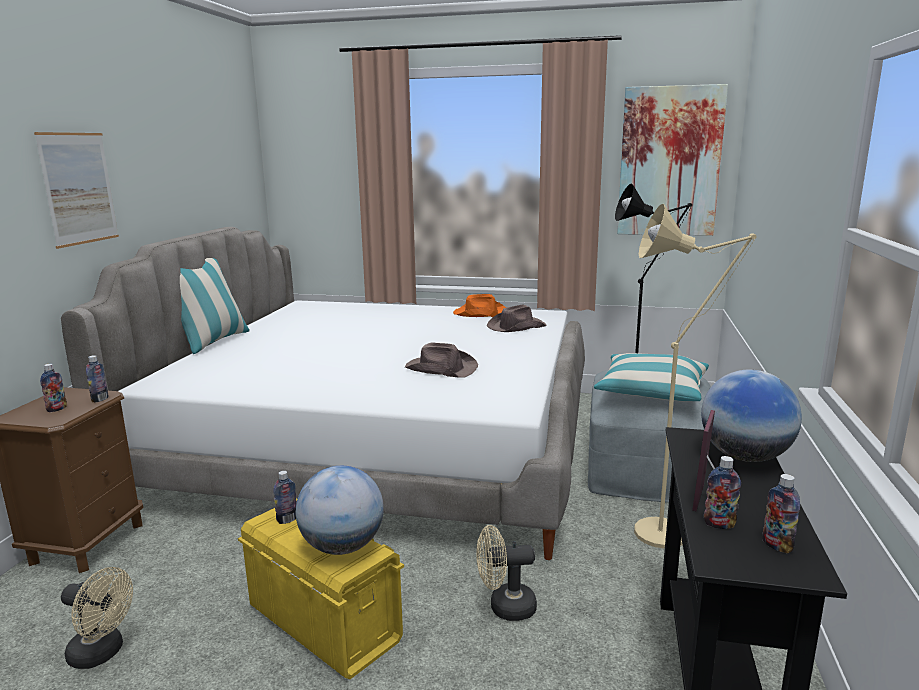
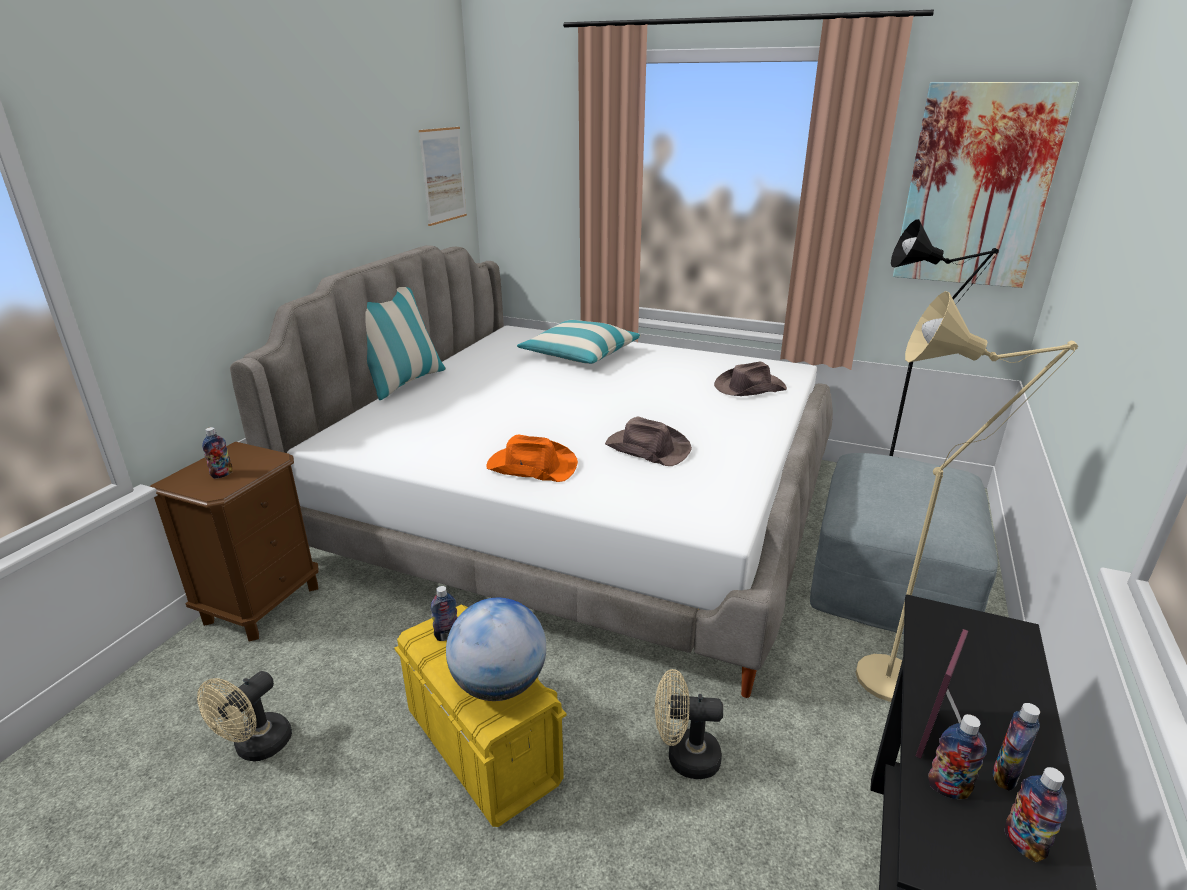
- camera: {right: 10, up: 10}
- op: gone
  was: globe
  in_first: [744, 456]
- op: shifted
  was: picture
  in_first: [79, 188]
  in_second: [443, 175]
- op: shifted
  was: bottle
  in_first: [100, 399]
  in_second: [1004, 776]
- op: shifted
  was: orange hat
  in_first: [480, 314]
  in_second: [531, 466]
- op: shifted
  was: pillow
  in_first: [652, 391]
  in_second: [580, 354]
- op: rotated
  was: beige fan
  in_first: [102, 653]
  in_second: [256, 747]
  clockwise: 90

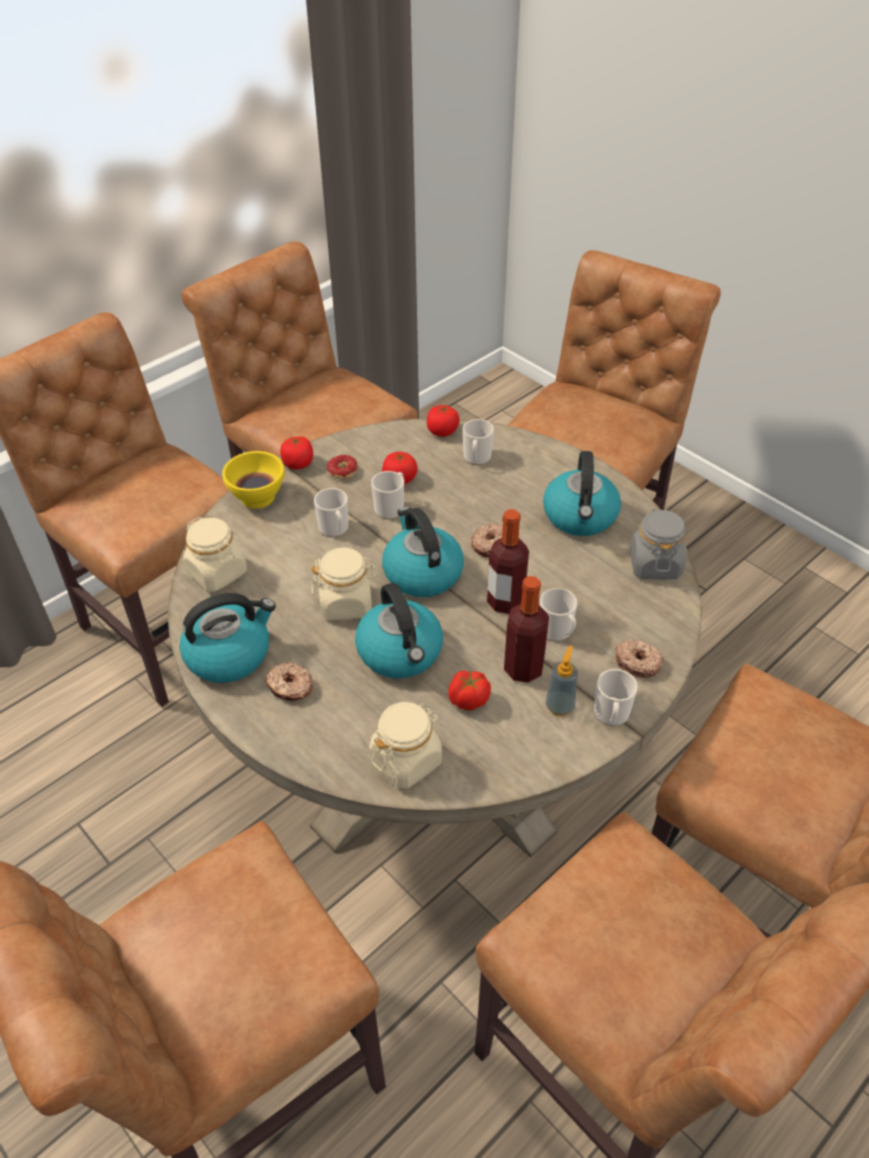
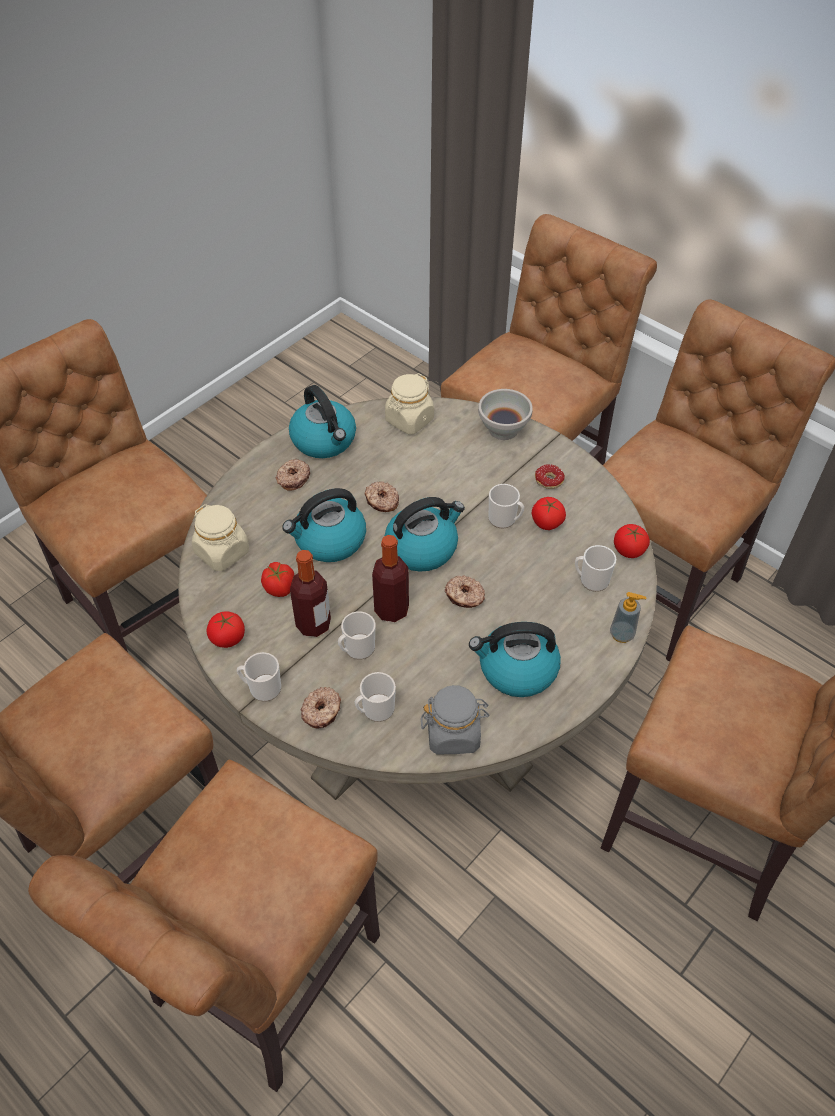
- camera: {right: 85, up: 5}
- op: shifted
  was: tomato
  in_first: [298, 463]
  in_second: [227, 638]
- op: shifted
  was: mug
  in_first: [335, 529]
  in_second: [375, 710]
- op: shifted
  was: soap dispenser
  in_first: [560, 706]
  in_second: [622, 634]
- op: swapped
  was: beige jar
  now: donut
  in_first: [346, 603]
  in_second: [382, 501]
- op: repainted
  was: yellow bowl
  now: white bowl
  in_first: [259, 497]
  in_second: [503, 430]

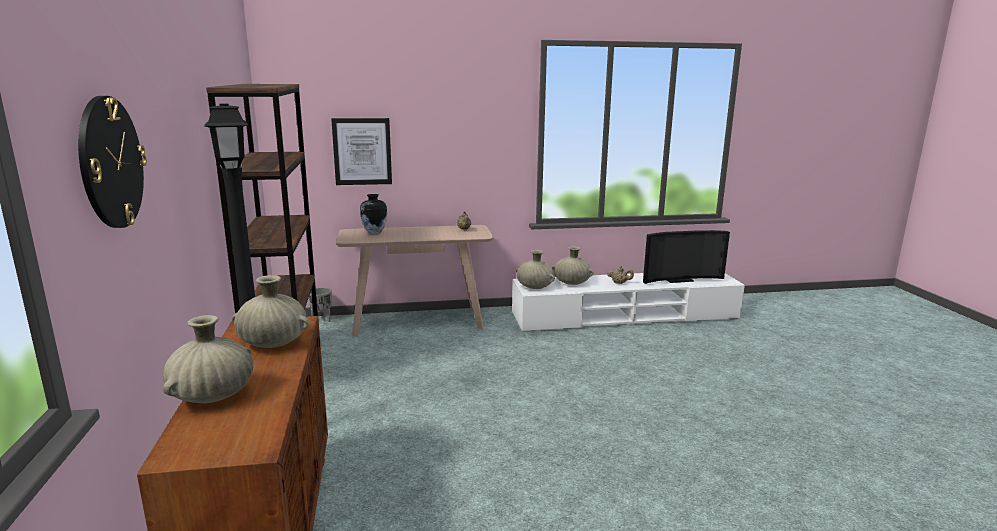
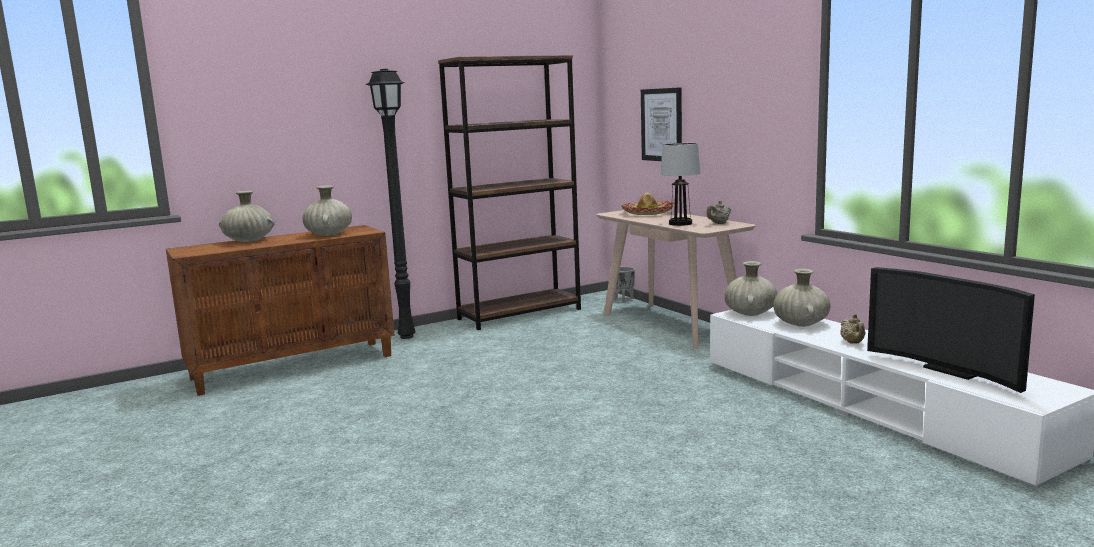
- camera: {right: 70, up: -5}
- op: gone
  was: wall clock
  in_first: [110, 163]
- op: new
  now: table lamp
  in_second: [681, 223]
- op: swapped
  was: vase
  now: hat
  in_first: [374, 233]
  in_second: [648, 213]

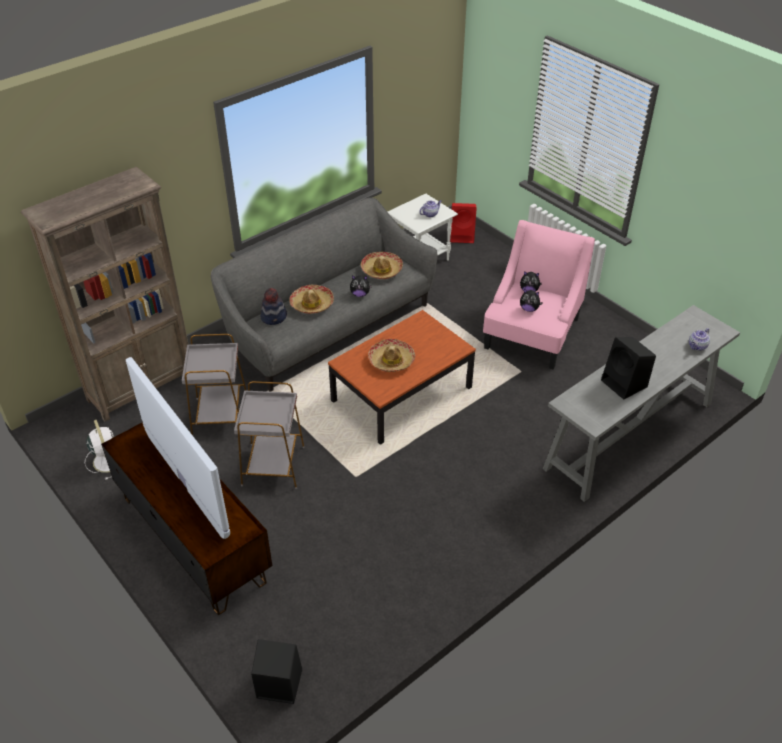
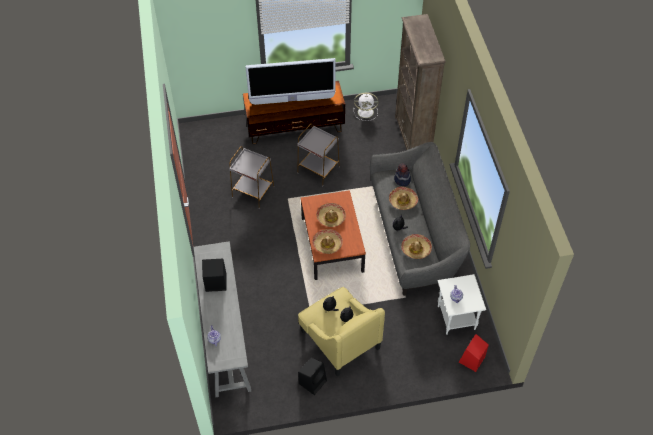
- camera: {right: 120, up: 10}
- op: new
  now: hat
  in_second: [327, 244]
- op: shifted
  was: grey side table
  in_first: [221, 415]
  in_second: [253, 192]
- op: shifted
  was: black speaker
  in_first: [278, 684]
  in_second: [313, 381]
- op: repainted
  was: pink armchair
  now: yellow armchair
  in_first: [532, 333]
  in_second: [339, 339]

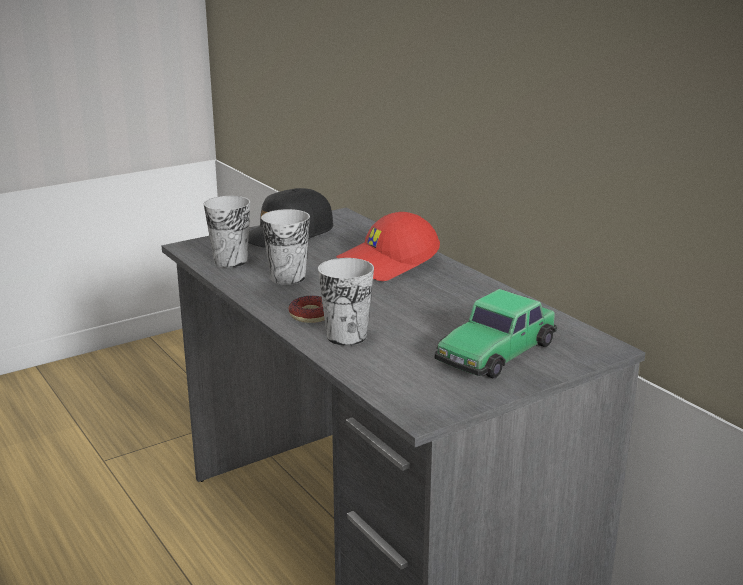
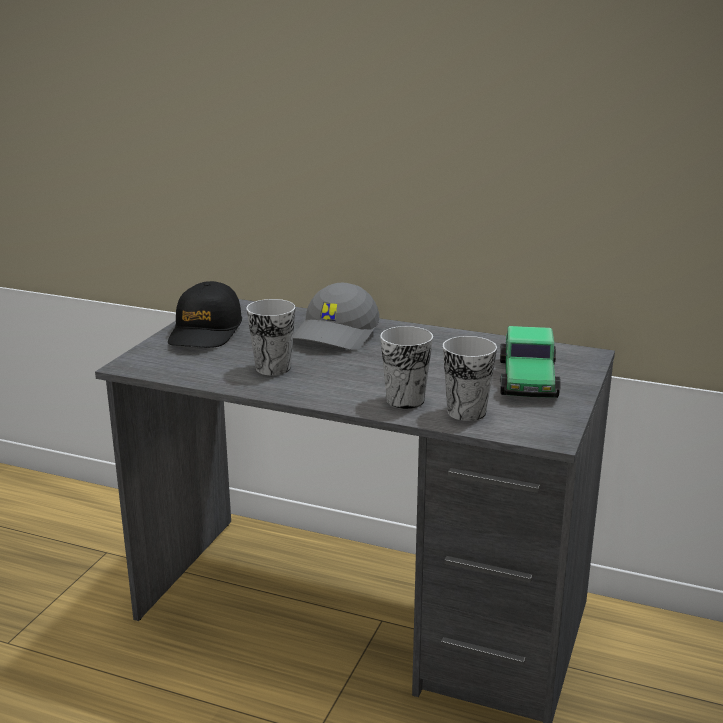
- camera: {right: -35, up: 0}
- op: gone
  was: donut
  in_first: [311, 315]
- op: shifted
  was: cup
  in_first: [230, 261]
  in_second: [466, 412]
- op: repainted
  was: red cap
  now: grey cap
  in_first: [388, 263]
  in_second: [337, 334]

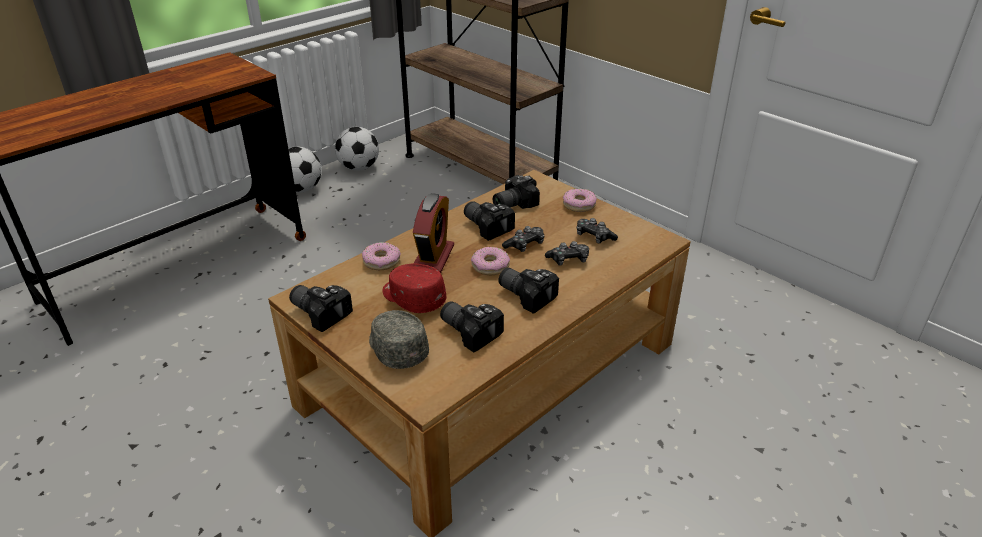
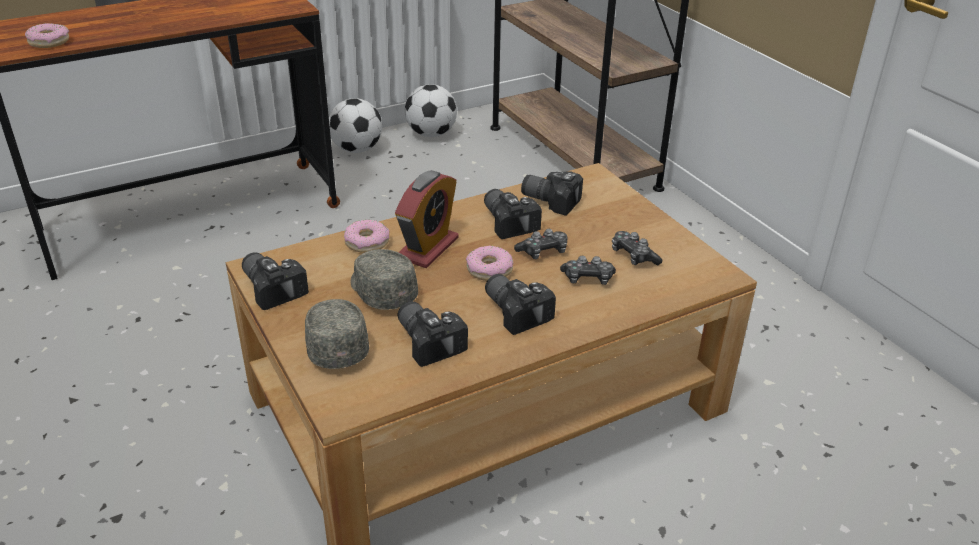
- camera: {right: 15, up: 0}
- op: shifted
  was: donut
  in_first: [579, 205]
  in_second: [49, 42]
- op: repainted
  was: red cap
  now: grey cap
  in_first: [412, 298]
  in_second: [381, 291]
- op: rotated
  was: photo camera
  in_first: [512, 204]
  in_second: [551, 200]
  clockwise: 45

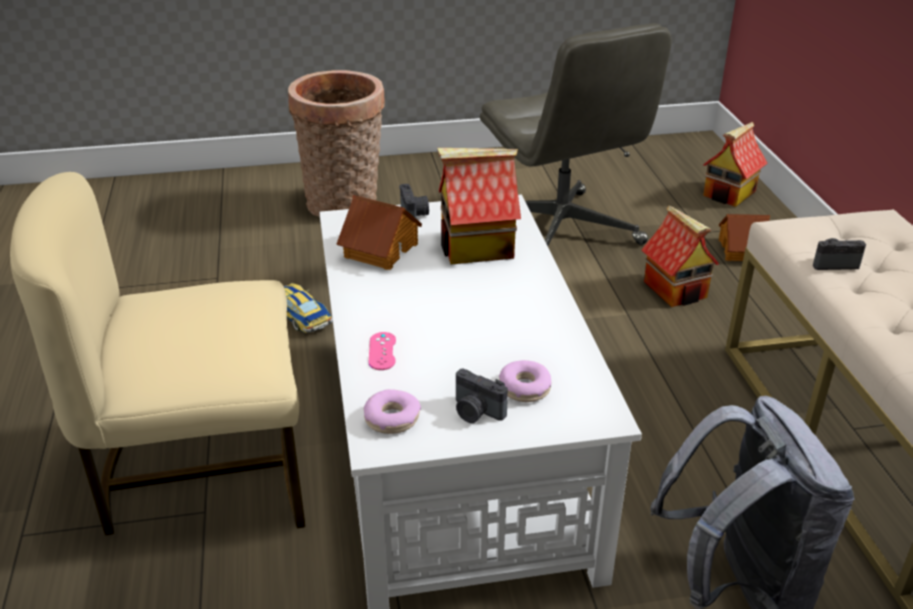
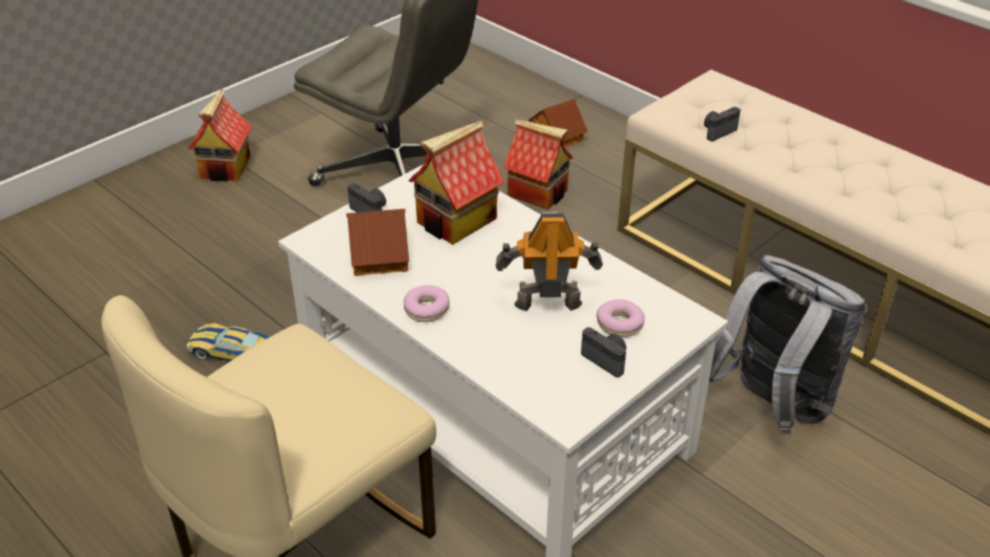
- camera: {right: -35, up: 5}
- op: gone
  was: basket
  in_first: [344, 205]
- op: gone
  was: pink game controller
  in_first: [382, 351]
- op: new
  now: toy robot
  in_second: [547, 303]
- op: shifted
  was: donut
  in_first: [392, 419]
  in_second: [427, 309]
- op: shifted
  was: toy house
  in_first: [729, 194]
  in_second: [226, 168]
- op: rotated
  was: photo camera
  in_first: [476, 412]
  in_second: [607, 359]
  clockwise: -135

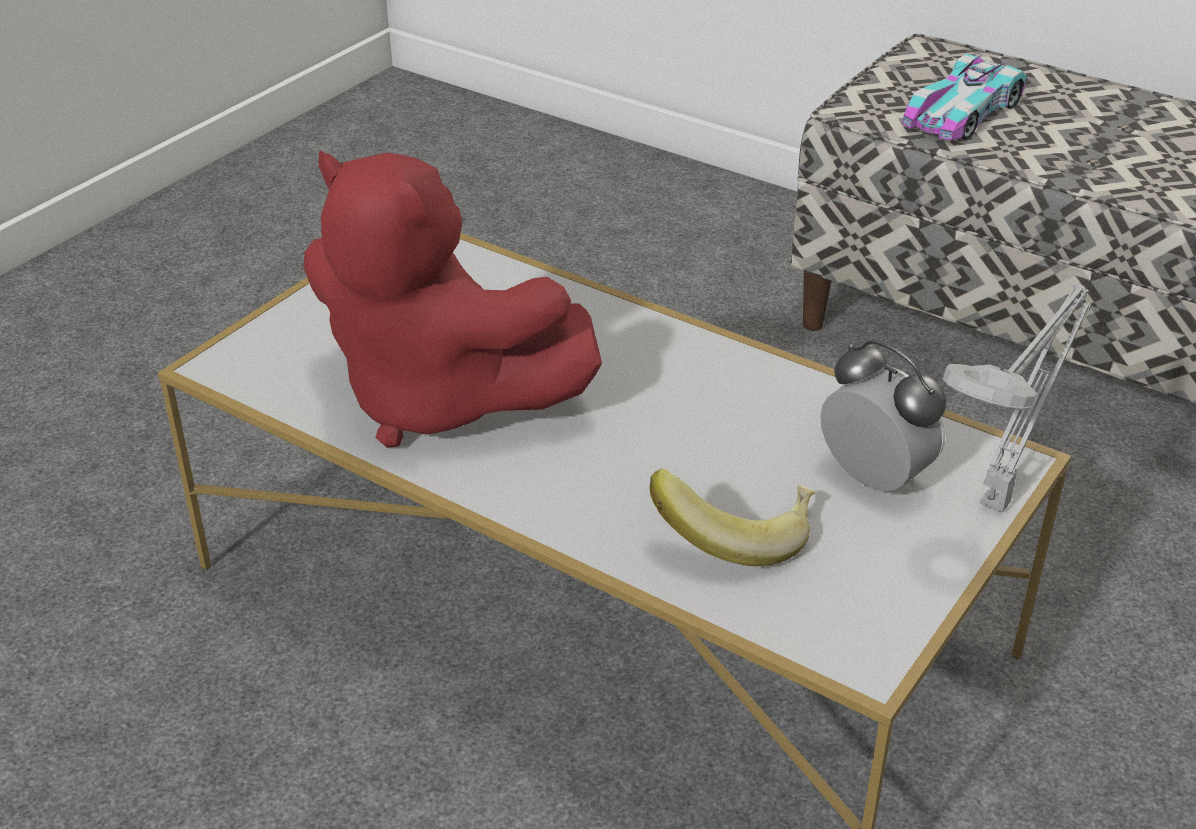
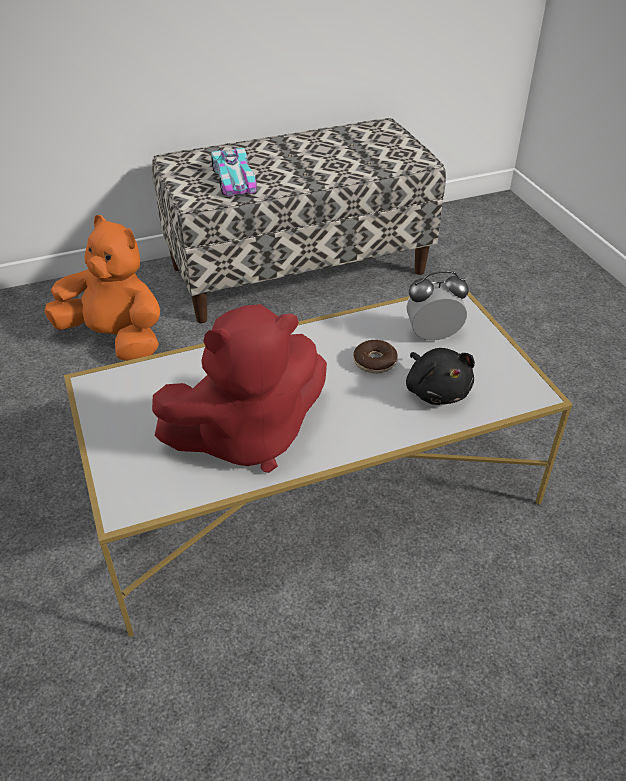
- camera: {right: -55, up: 5}
- op: gone
  was: grey table lamp
  in_first: [998, 500]
- op: new
  now: orange plush toy
  in_second: [116, 338]
- op: new
  now: donut
  in_second: [375, 362]
- op: swapped
  was: banana
  now: black plush toy
  in_first: [735, 536]
  in_second: [436, 391]

